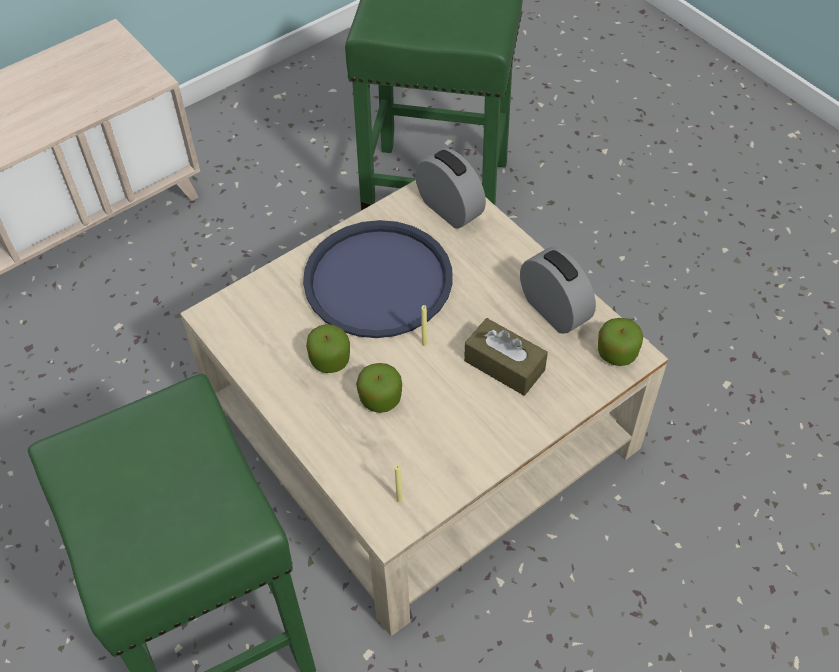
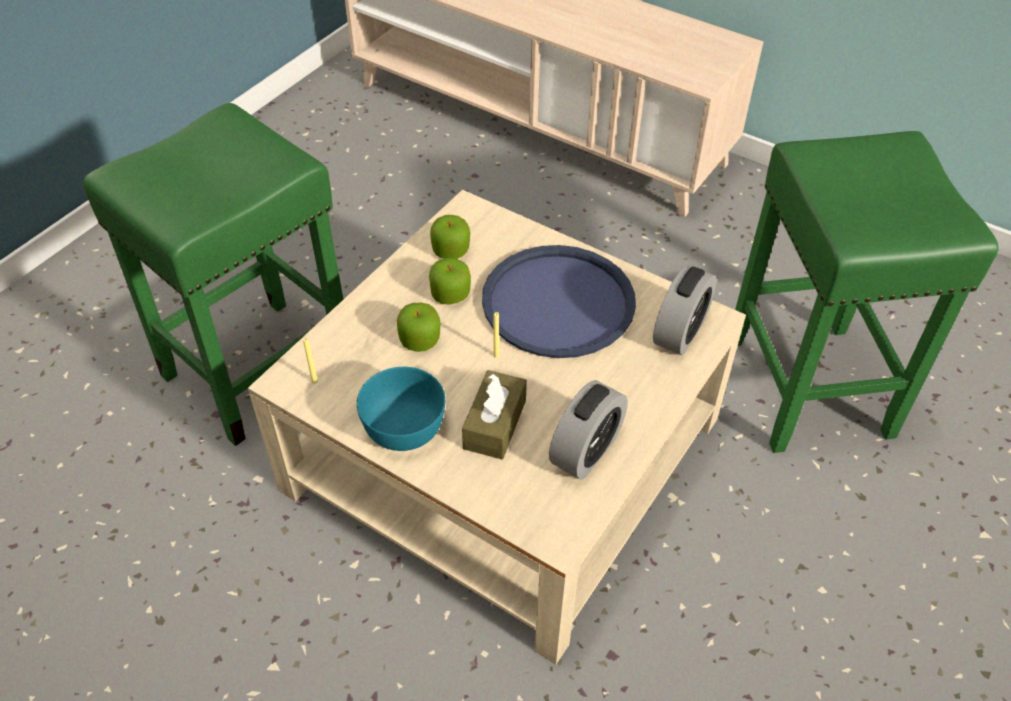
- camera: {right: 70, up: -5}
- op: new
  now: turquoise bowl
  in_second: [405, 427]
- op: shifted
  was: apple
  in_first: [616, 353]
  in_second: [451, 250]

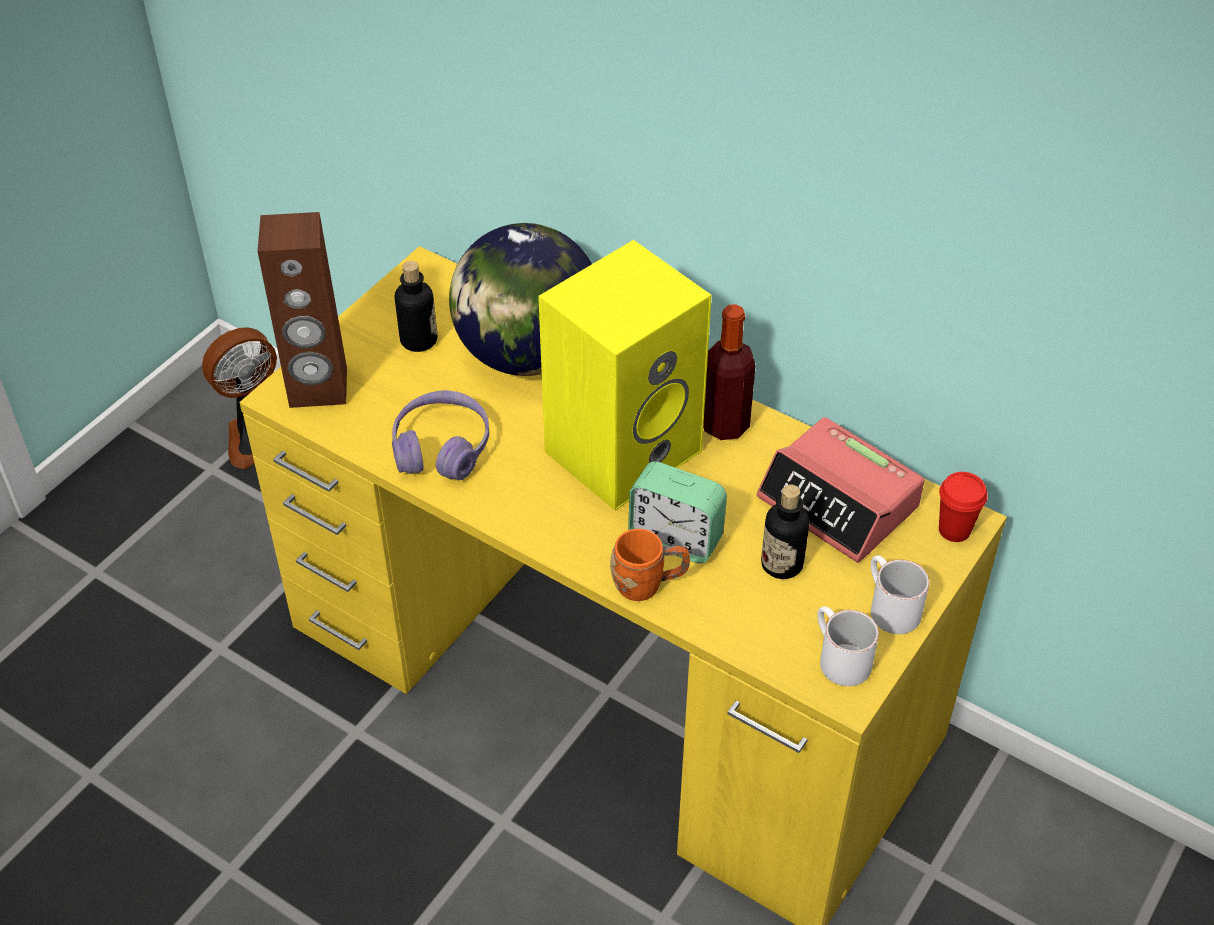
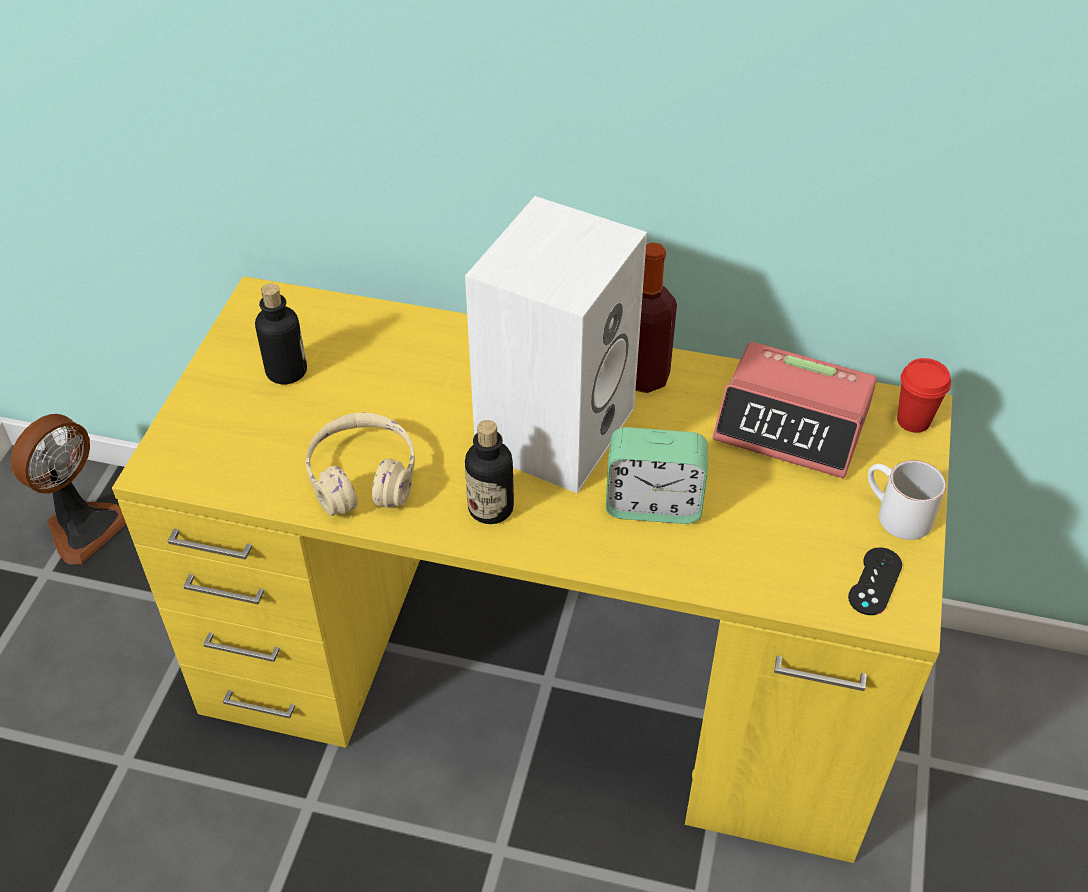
- camera: {right: -20, up: 0}
- op: gone
  was: brown speaker
  in_first: [318, 388]
- op: gone
  was: globe
  in_first: [527, 355]
- op: gone
  was: orange mug
  in_first: [649, 584]
- op: shifted
  was: bottle
  in_first: [782, 564]
  in_second: [490, 508]
- op: swapped
  was: white mug
  now: black game controller
  in_first: [837, 658]
  in_second: [875, 581]
- op: repainted
  was: purple headphones
  now: beige headphones
  in_first: [441, 448]
  in_second: [363, 477]
- op: repainted
  was: yellow speaker
  now: white speaker
  in_first: [623, 448]
  in_second: [554, 426]

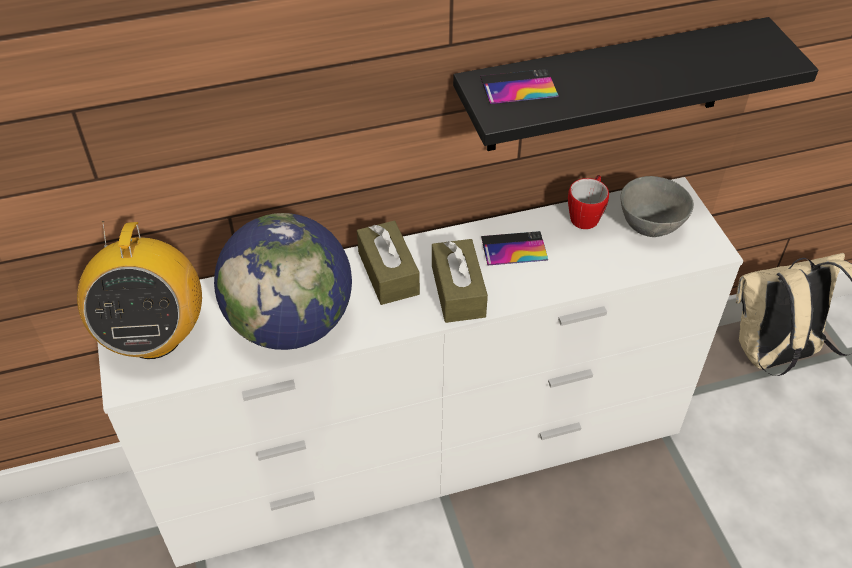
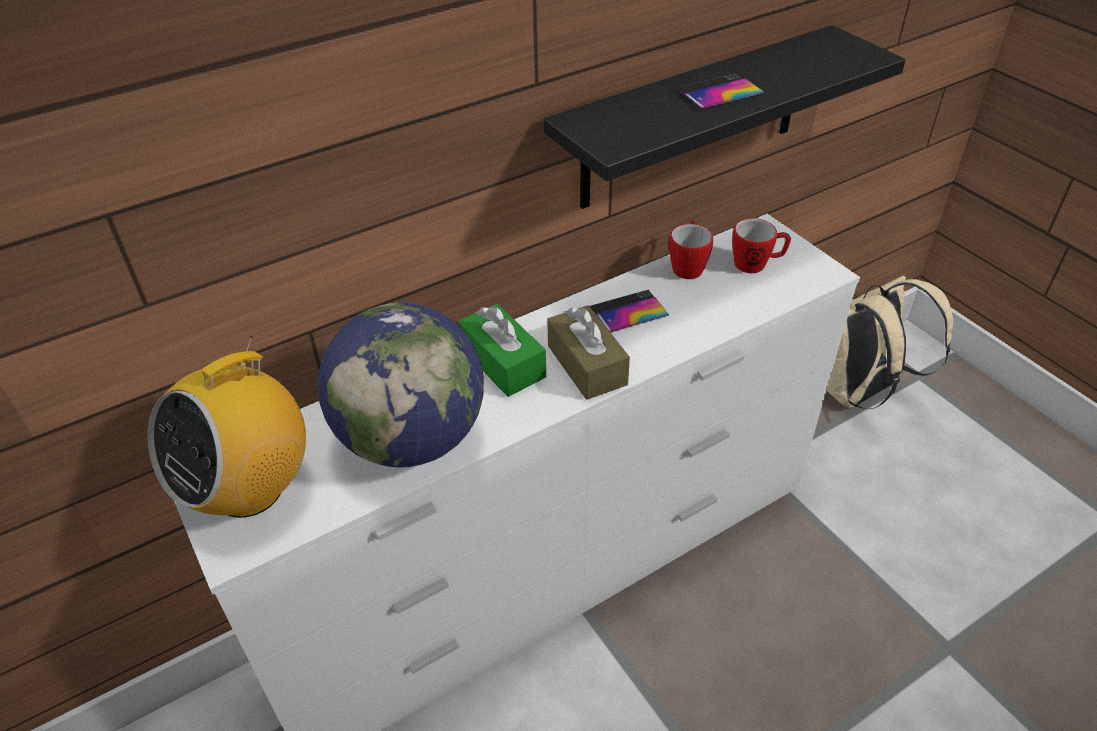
- camera: {right: -15, up: -5}
- op: shifted
  was: phone
  in_first: [518, 87]
  in_second: [718, 92]
- op: swapped
  was: grey bowl
  now: mug
  in_first: [650, 227]
  in_second: [756, 265]
- op: repainted
  was: brown tissue box
  now: green tissue box
  in_first: [388, 273]
  in_second: [503, 363]
- op: rotated
  was: radio
  in_first: [154, 336]
  in_second: [249, 489]
  clockwise: 60

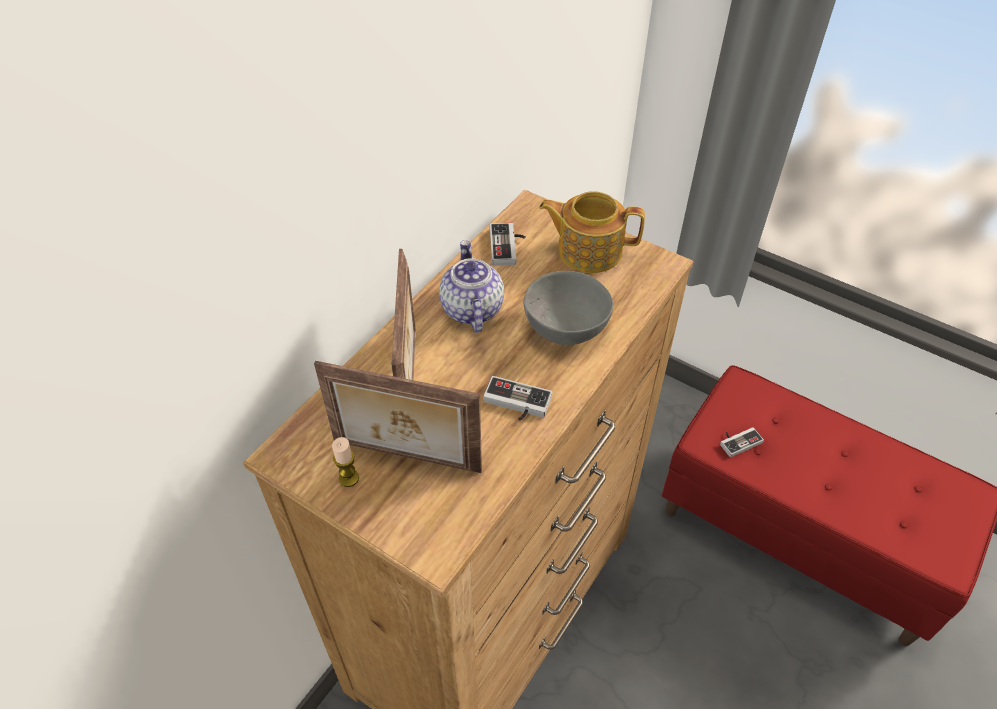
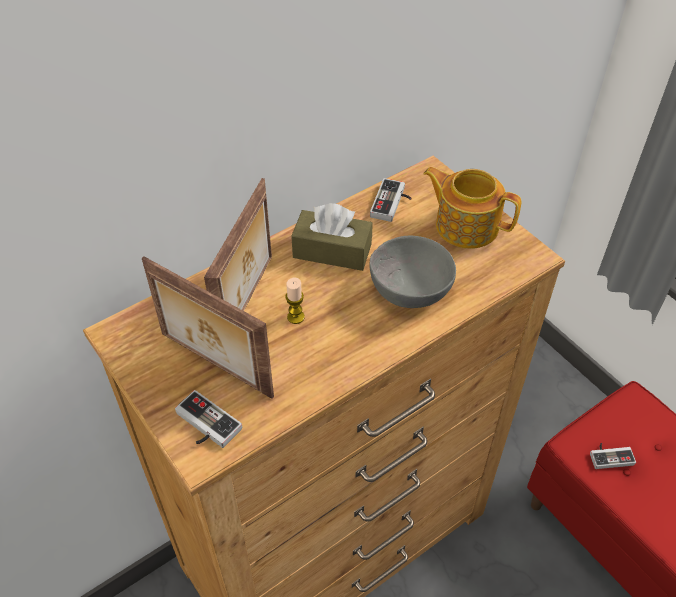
- camera: {right: 20, up: 0}
- op: shifted
  was: candle
  in_first: [349, 478]
  in_second: [295, 317]
- op: shifted
  was: game controller
  in_first: [515, 404]
  in_second: [204, 426]
- op: swapped
  was: teapot
  now: brown tissue box
  in_first: [471, 309]
  in_second: [332, 251]

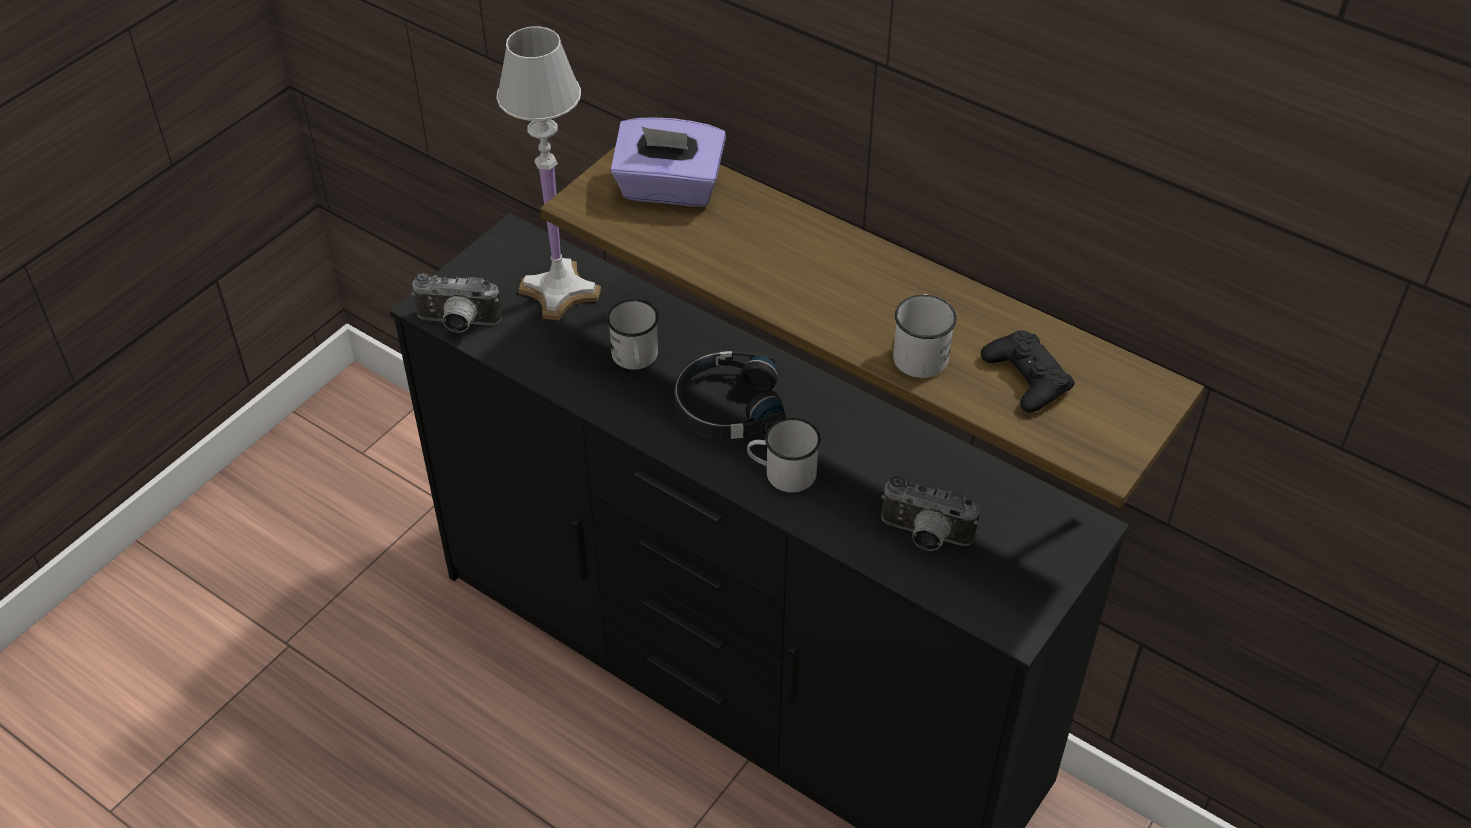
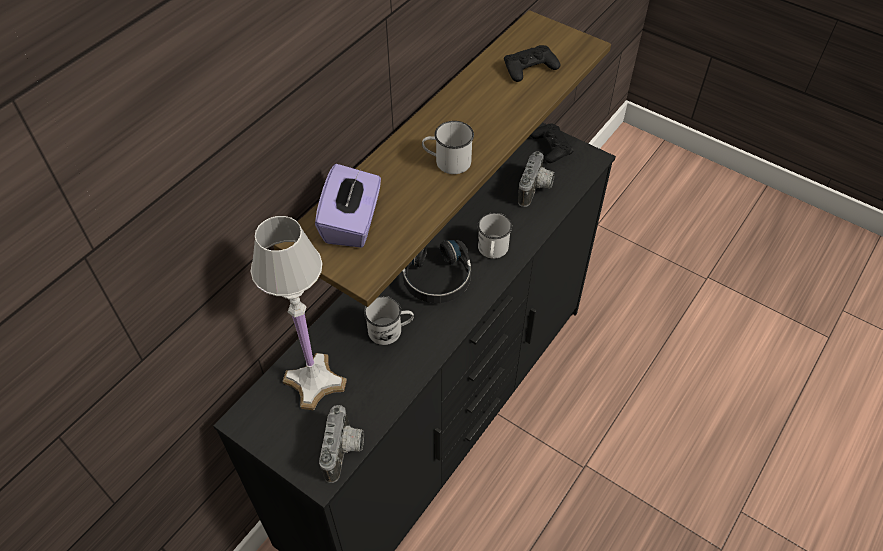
- camera: {right: -90, up: 5}
- op: new
  now: black game controller
  in_second: [551, 147]
- op: shifted
  was: white mug
  in_first: [920, 352]
  in_second: [447, 162]

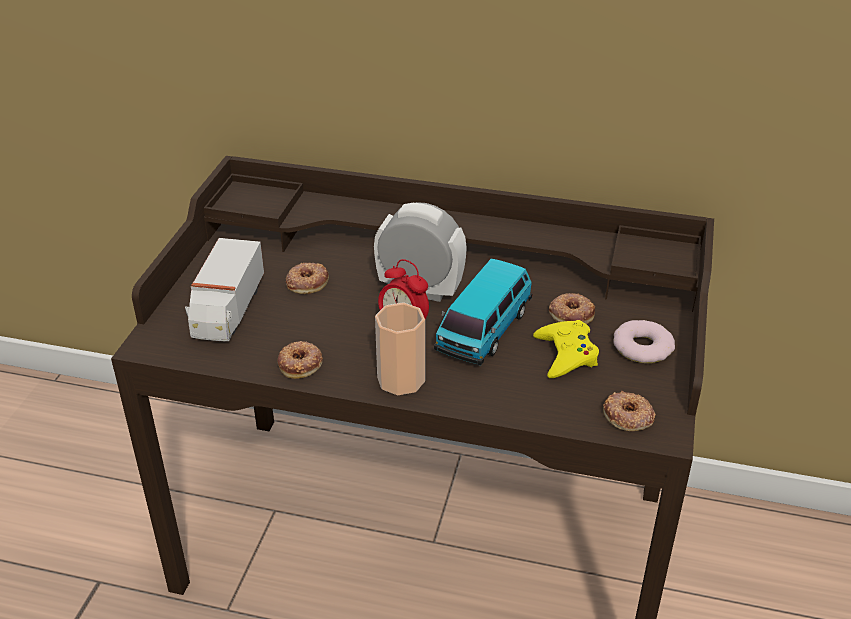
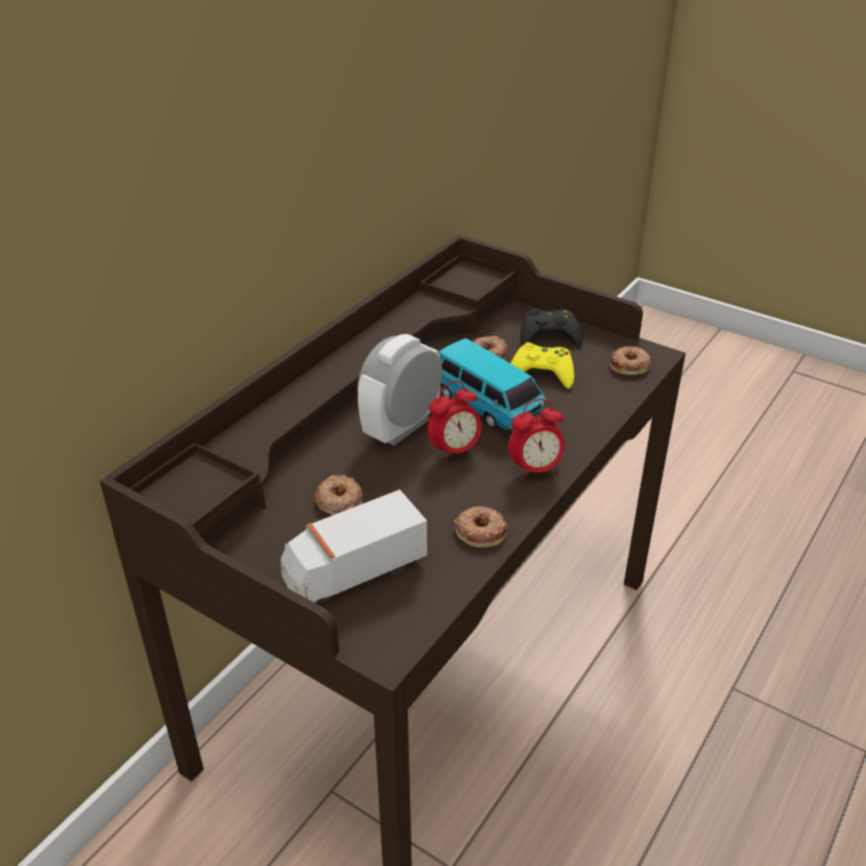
- camera: {right: -70, up: 0}
- op: swapped
  was: cup
  now: alarm clock
  in_first: [401, 379]
  in_second: [535, 469]
- op: swapped
  was: donut
  now: black game controller
  in_first: [642, 347]
  in_second: [549, 335]
- op: rotated
  was: toy truck
  in_first: [227, 309]
  in_second: [353, 571]
  clockwise: 120

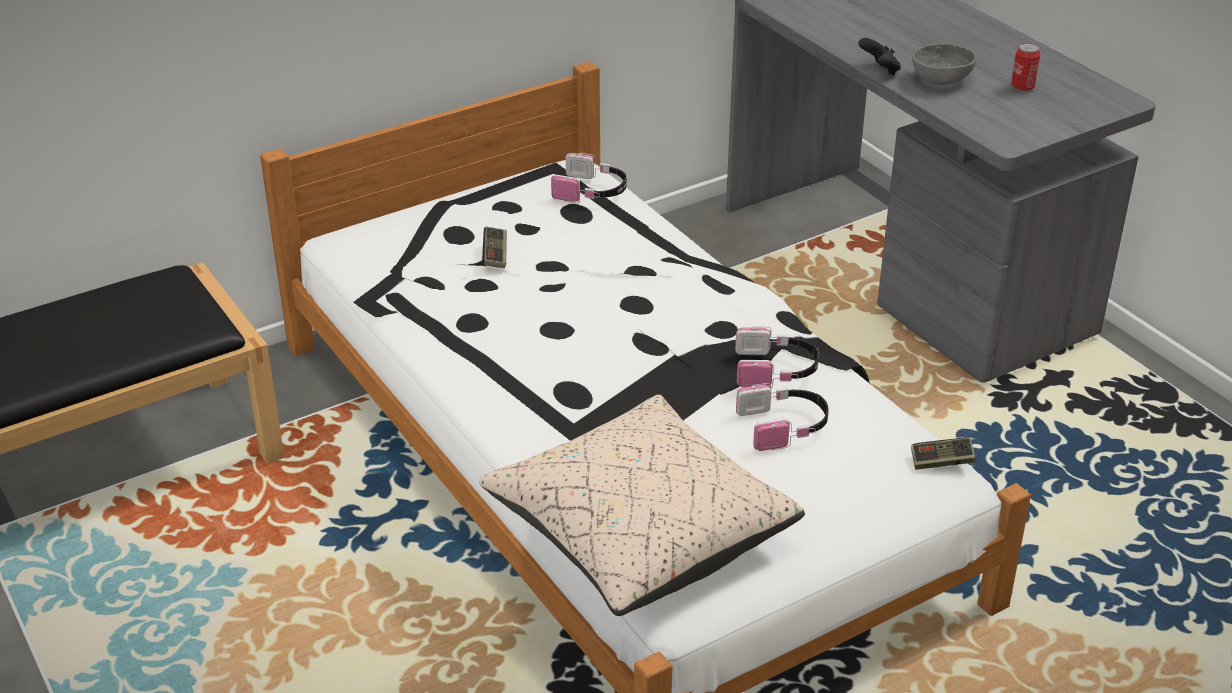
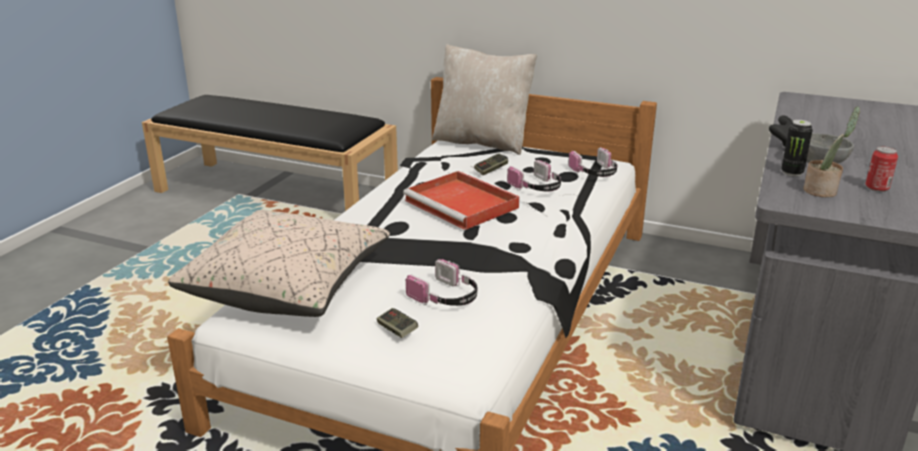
- camera: {right: 55, up: -10}
- op: new
  now: red tray
  in_second: [463, 204]
- op: new
  now: beige pillow
  in_second: [482, 142]
- op: new
  now: can
  in_second: [791, 173]
- op: new
  now: potted plant
  in_second: [822, 191]
- op: shifted
  was: headphones
  in_first: [776, 370]
  in_second: [537, 187]
- op: shifted
  was: game controller
  in_first: [941, 462]
  in_second: [397, 330]

